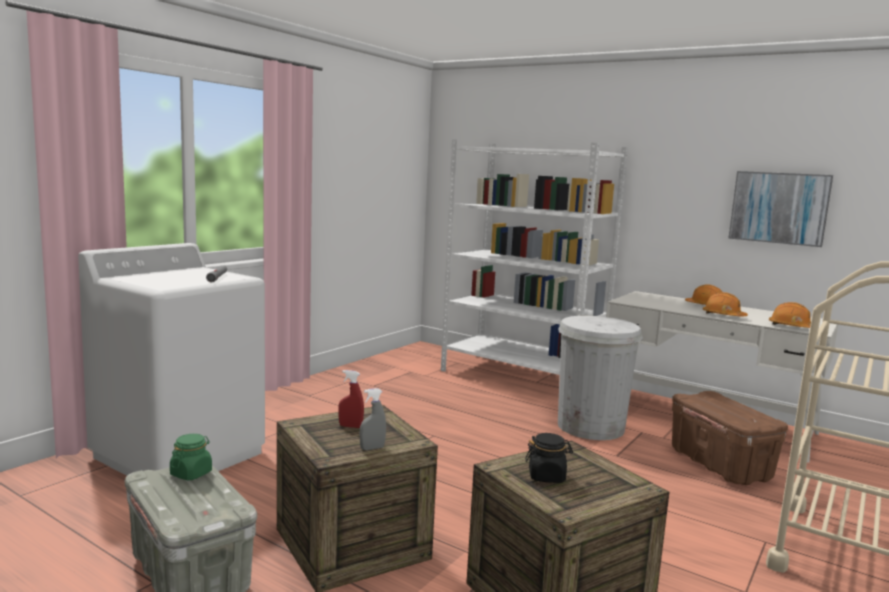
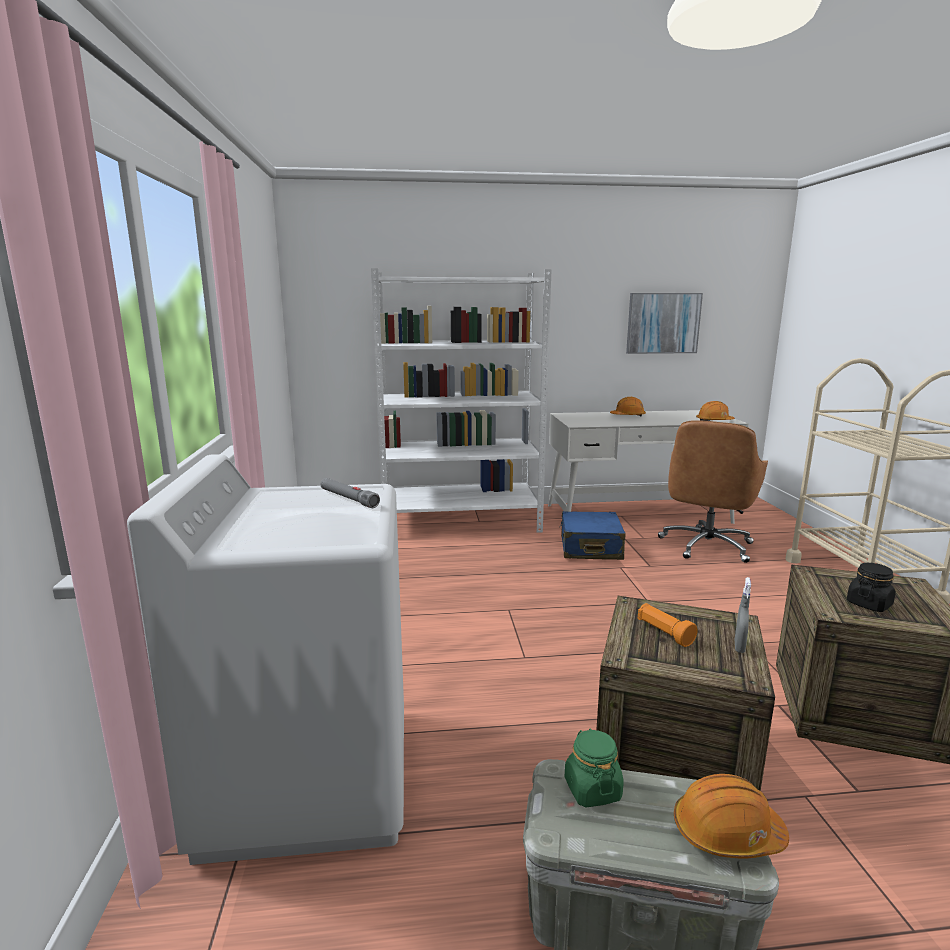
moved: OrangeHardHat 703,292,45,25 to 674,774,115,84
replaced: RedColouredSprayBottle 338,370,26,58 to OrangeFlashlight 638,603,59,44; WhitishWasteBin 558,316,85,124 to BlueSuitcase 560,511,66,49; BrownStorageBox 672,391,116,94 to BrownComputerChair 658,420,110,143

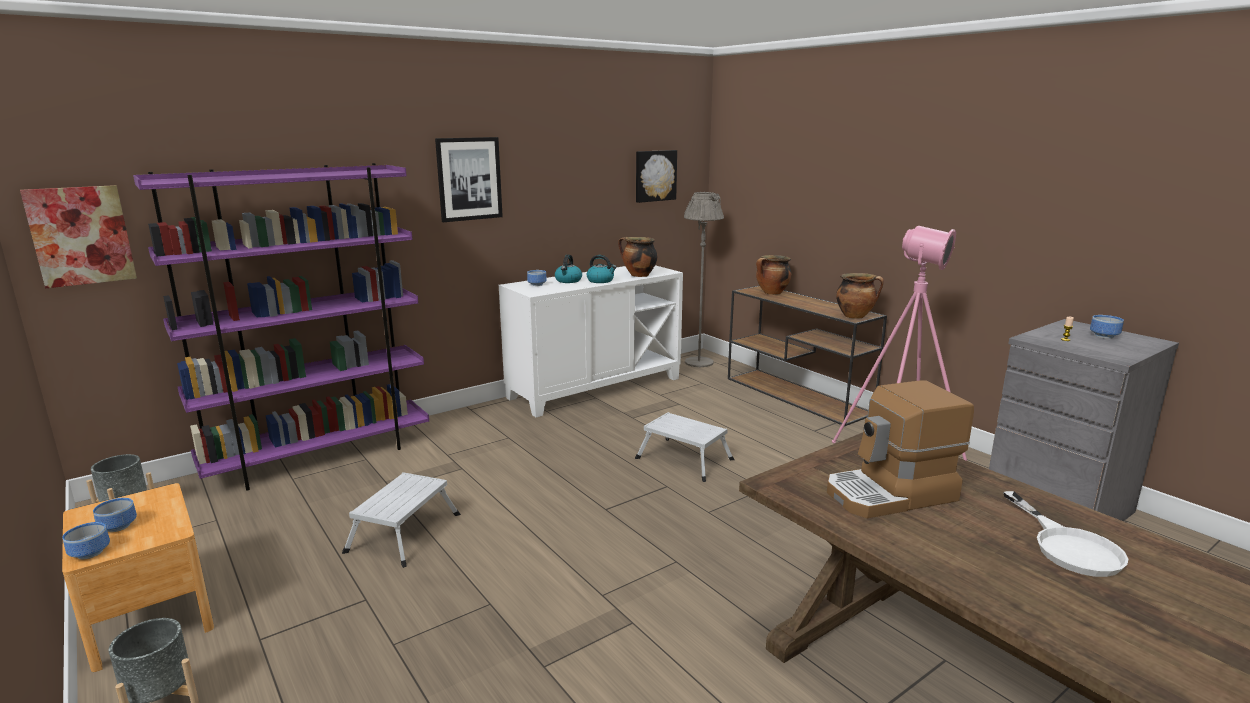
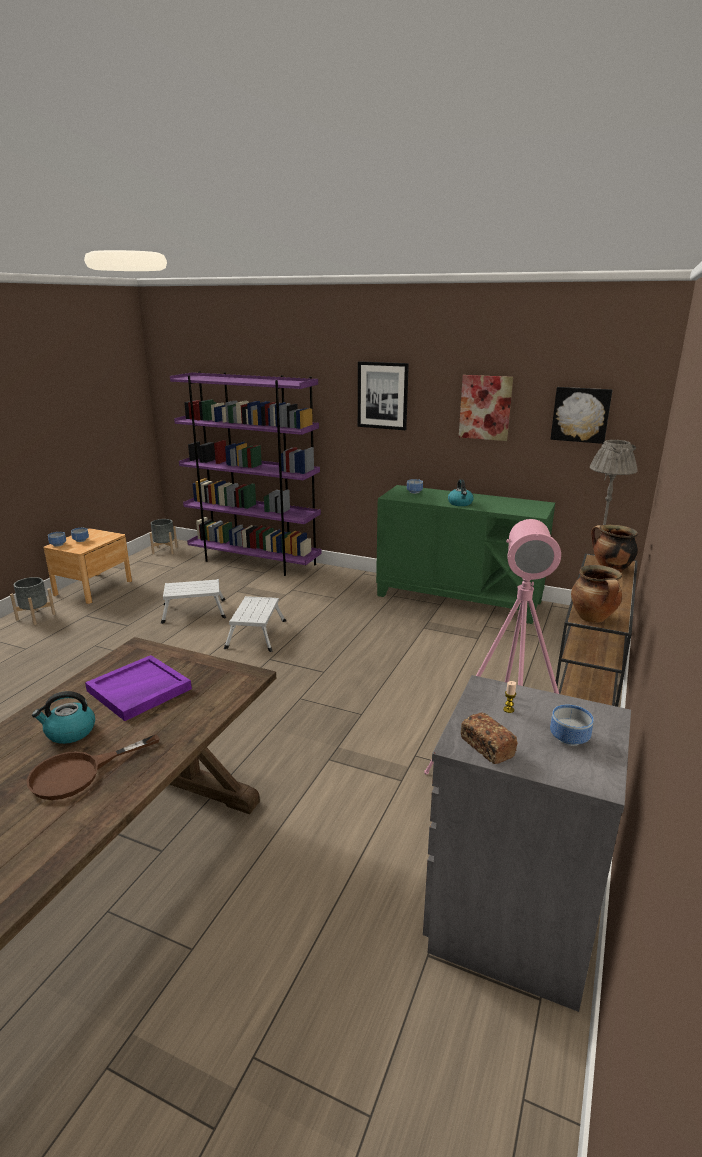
removed: Saucepot 618,237,39,40
added: BakeryBread 461,713,57,51
moved: WallArt 20,185,117,103 to 459,375,54,66; Kettle 555,255,27,28 to 32,691,63,53; WhitishStepStool 635,412,99,70 to 224,596,62,56
replaced: CoffeeBrewer 827,380,147,138 to PurplishTray 85,655,107,66
recoloured: WhitishStorageCabinet 499,265,184,153 to GreenishStorageCabinet 376,485,179,139; WhitishFryingPan 1003,491,125,86 to BrownFryingPan 27,734,132,66

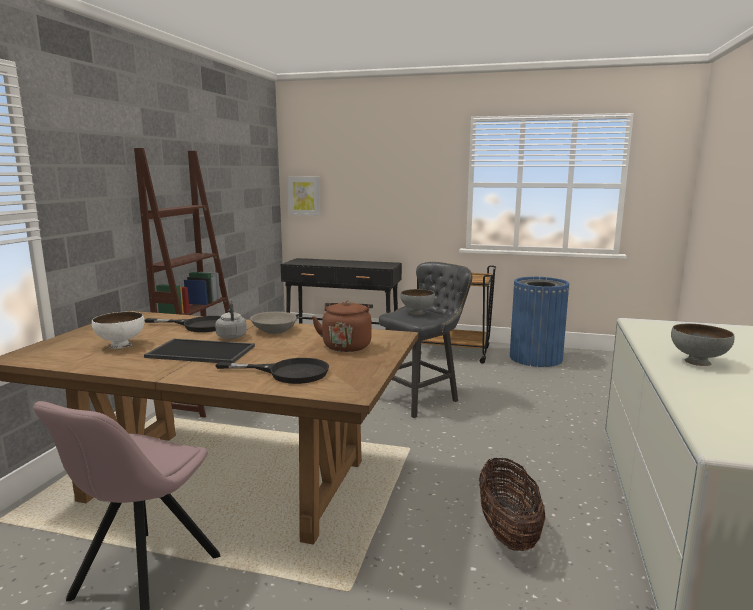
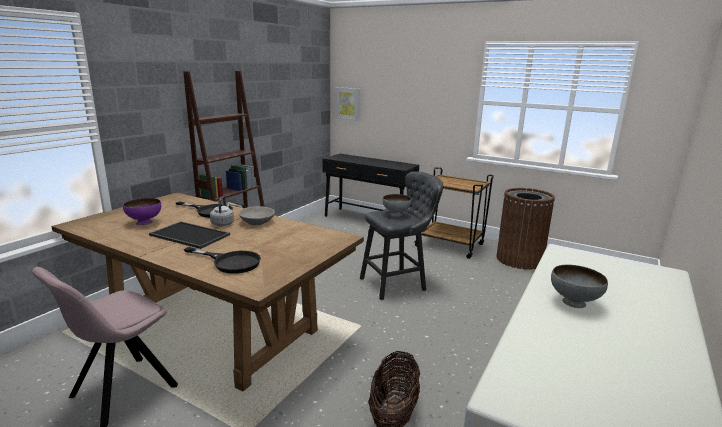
removed: BrownKettle 312,301,61,51
recoloured: WhitishDeepDish 92,312,53,37 to PurplishDeepDish 123,198,38,27; BlueWasteBin 510,277,60,90 to BrownWasteBin 496,188,59,82

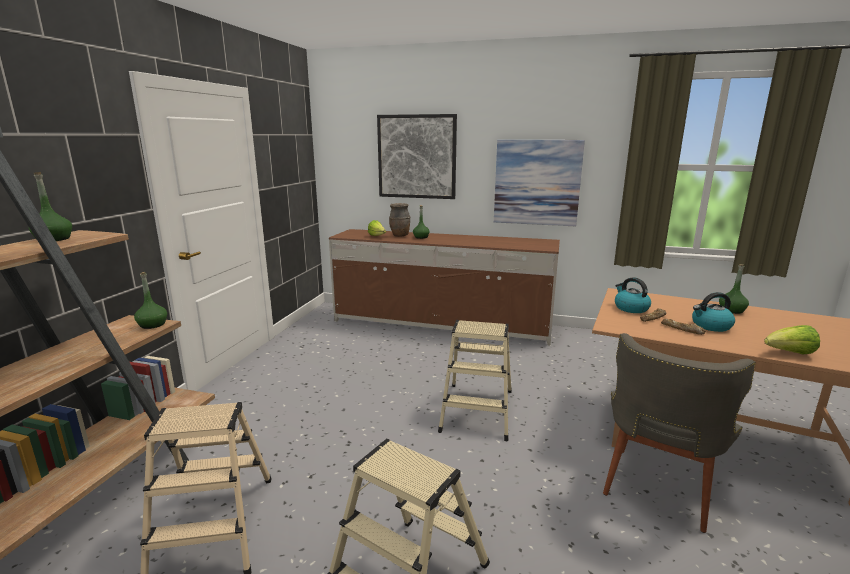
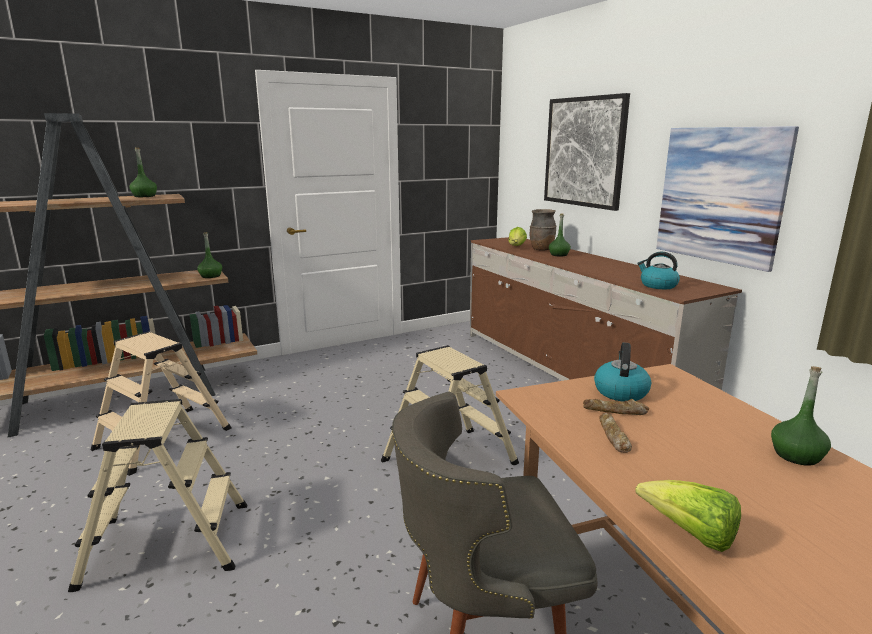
moved: Kettle 692,292,43,40 to 637,252,43,37

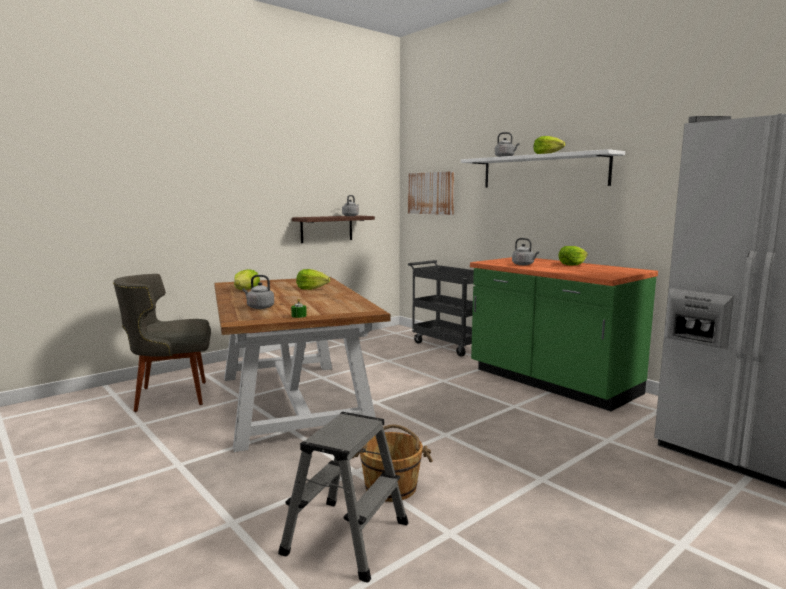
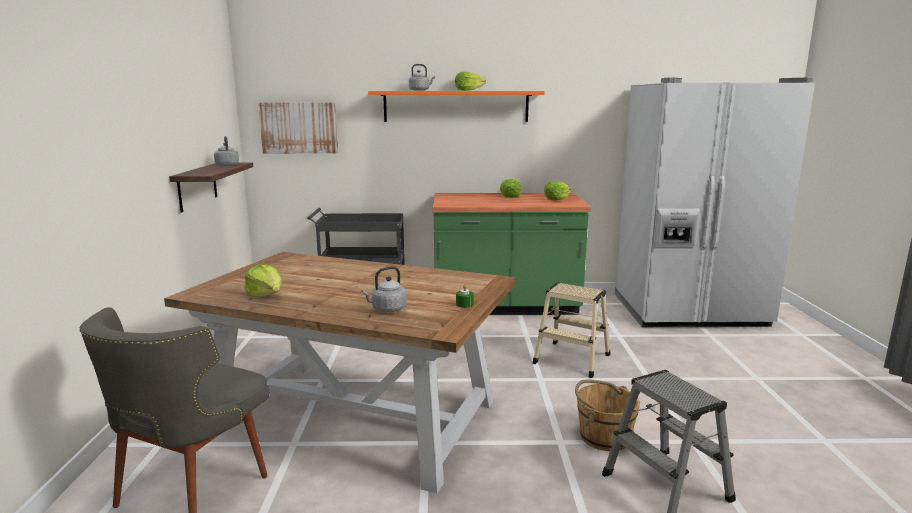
removed: GreyishKettle 512,238,27,27
added: SandColouredStepStool 532,282,79,96
moved: Lettuce 296,269,34,21 to 544,182,27,18
recoloured: WhitishWallShelf 461,149,164,39 to OrangeWallShelf 368,91,177,31

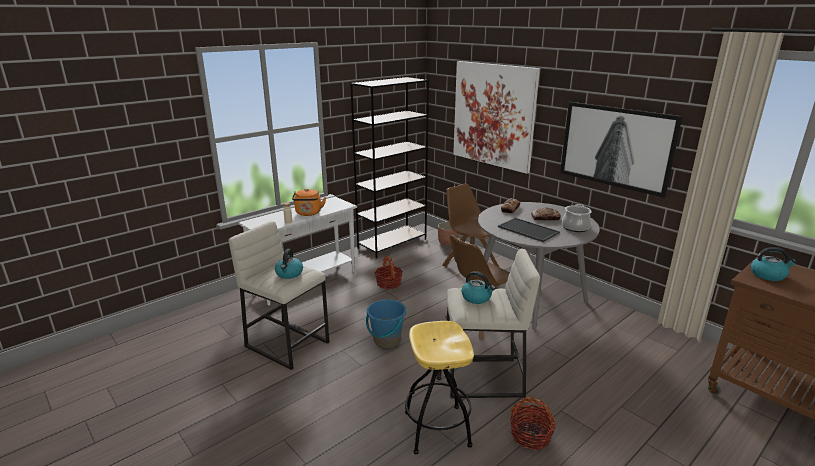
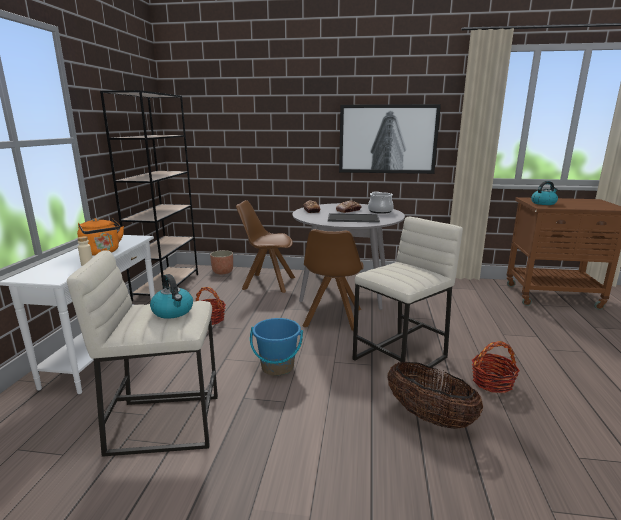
removed: WallArt 453,61,87,113; Kettle 462,271,33,33
replaced: YellowishStool 405,321,69,133 to HouseholdBasket 387,362,96,67

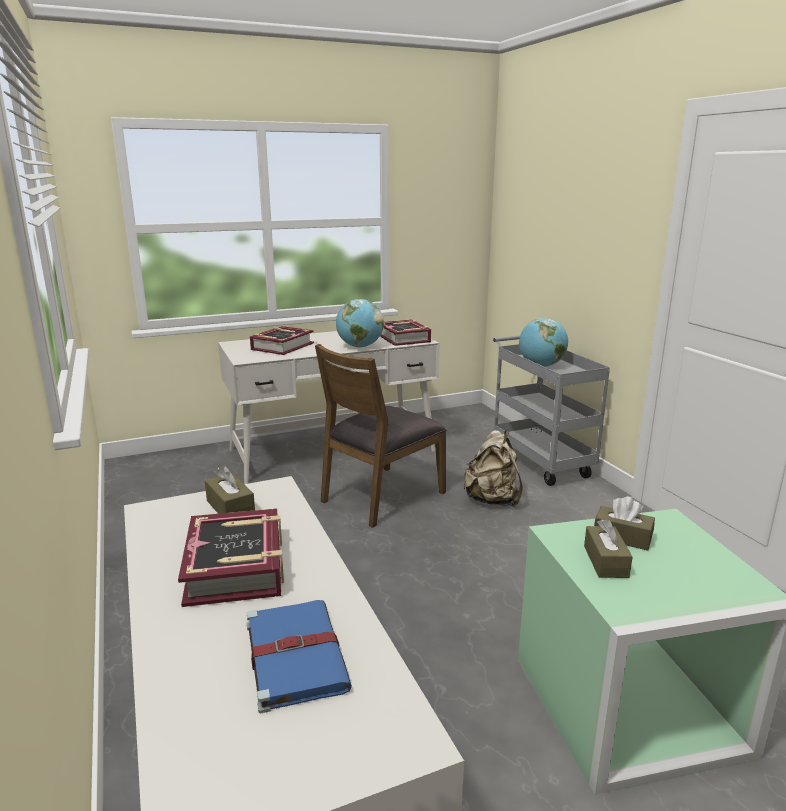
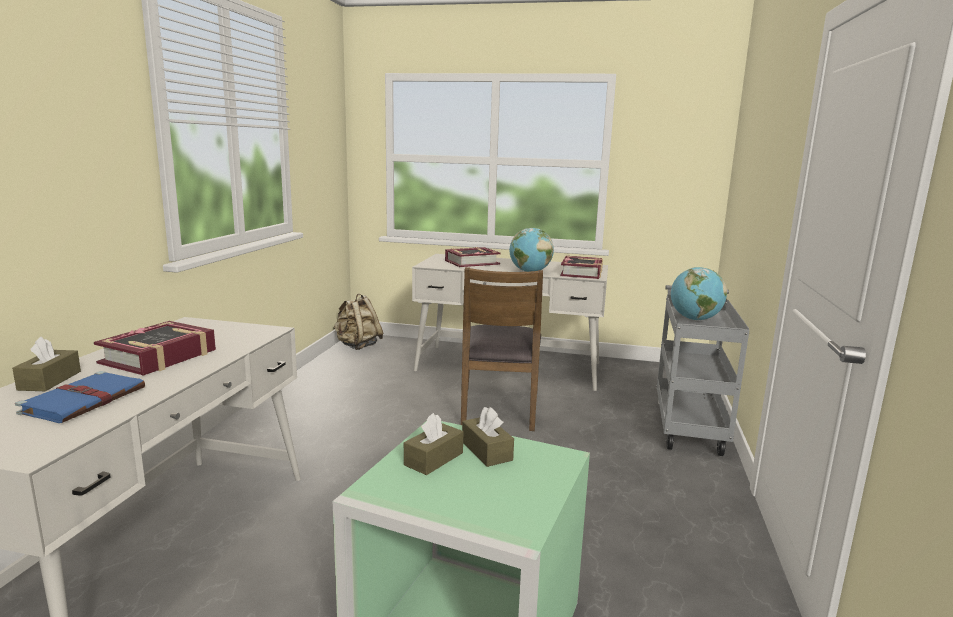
moved: BrownTissueBox 205,465,50,49 to 12,336,69,55; SandColouredRucksack 463,430,60,77 to 333,294,50,56
turned: BrownUprightChair 315,344,132,184 = 461,267,82,164 75 degrees counterclockwise

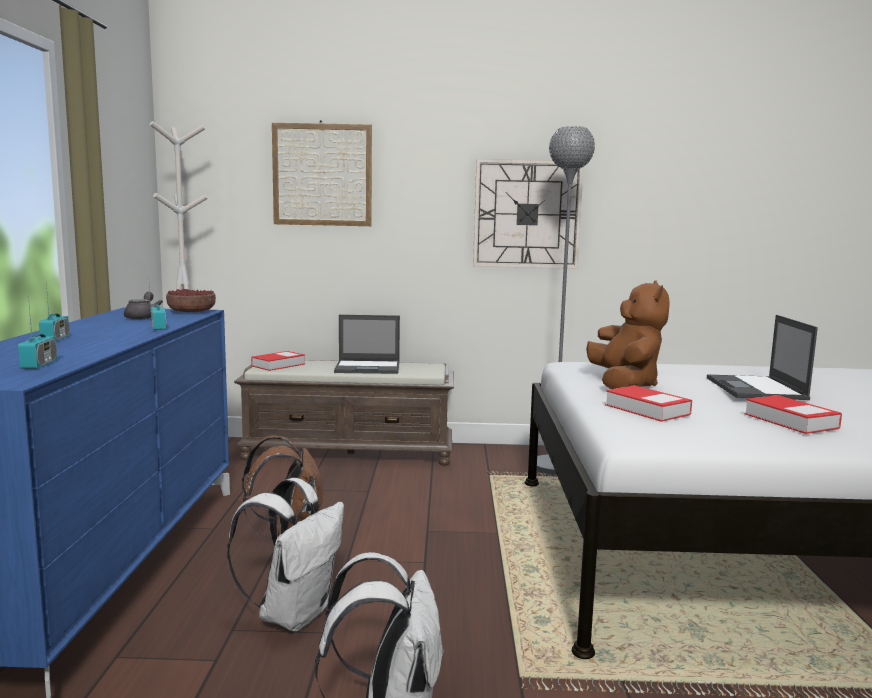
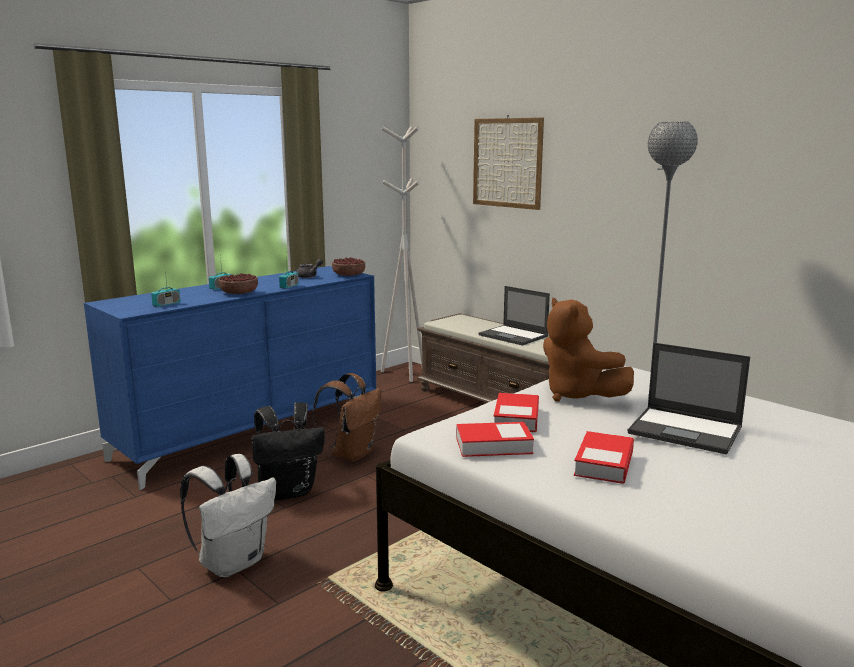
removed: WallClock 473,159,111,110
added: DeepDish 219,273,39,21
moved: Book 251,351,54,20 to 456,422,78,35
recoloured: WhitishRucksack 227,478,117,153 to BlackRucksack 252,402,73,99
turned: BrownPlushToy 586,280,84,109 = 543,298,91,104 105 degrees clockwise; PortableComputer 707,315,111,85 = 628,343,122,112 105 degrees counterclockwise

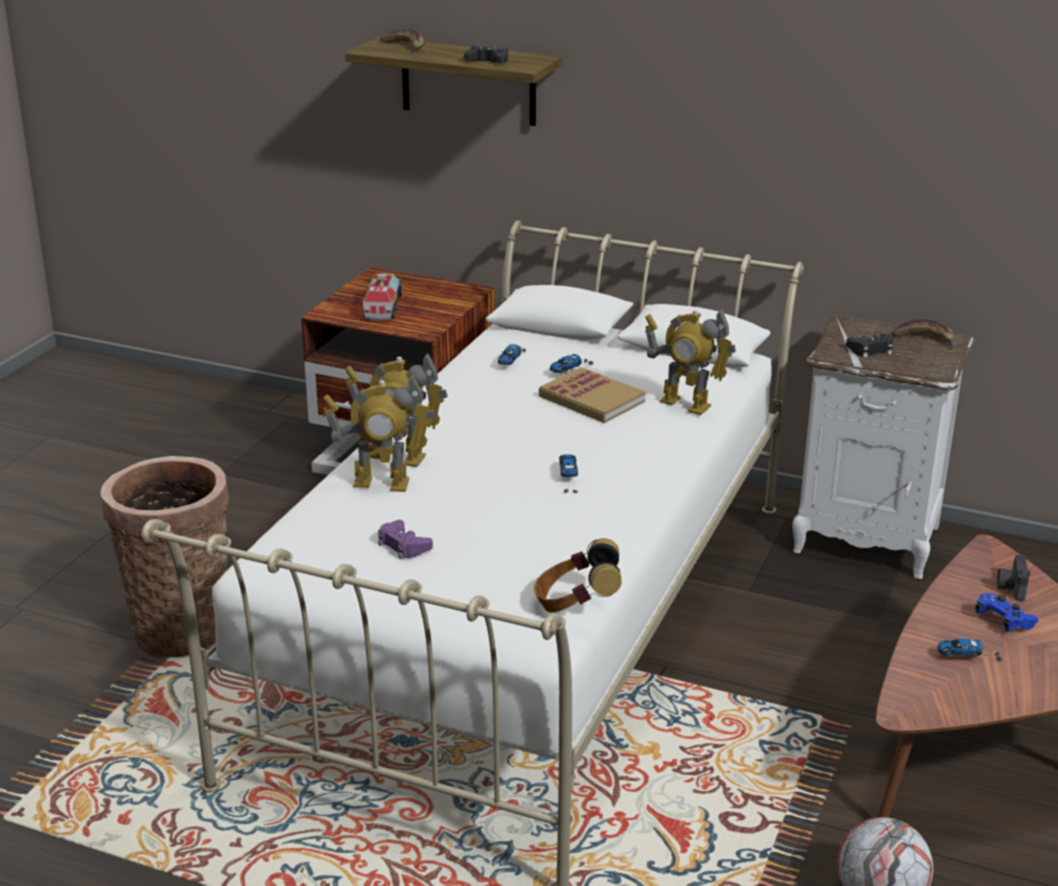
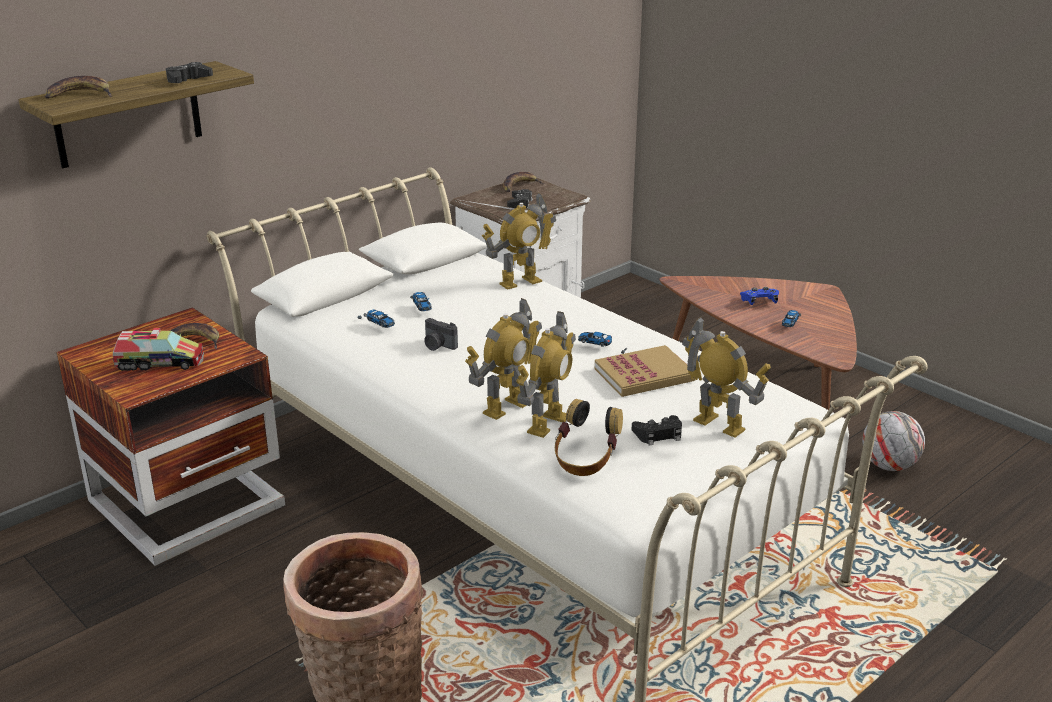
added: Banana 171,323,48,26; ModelRobot 682,316,89,122
moved: PairOfHeadphones 534,538,88,75 to 555,399,68,77; Book 539,367,107,56 to 595,345,100,52; StillCamera 997,554,34,47 to 424,318,34,33
recoloured: PurplishGameController 378,520,55,40 to BlackGameController 632,415,50,31
turned: ToyTruck 363,273,40,47 = 112,328,92,43 150 degrees clockwise

